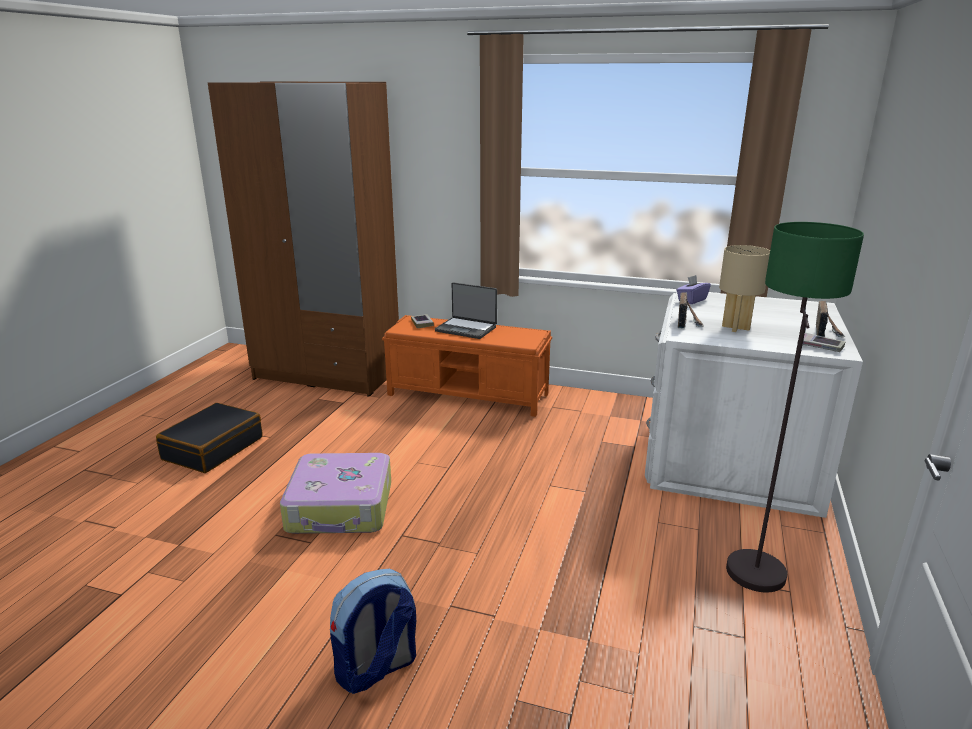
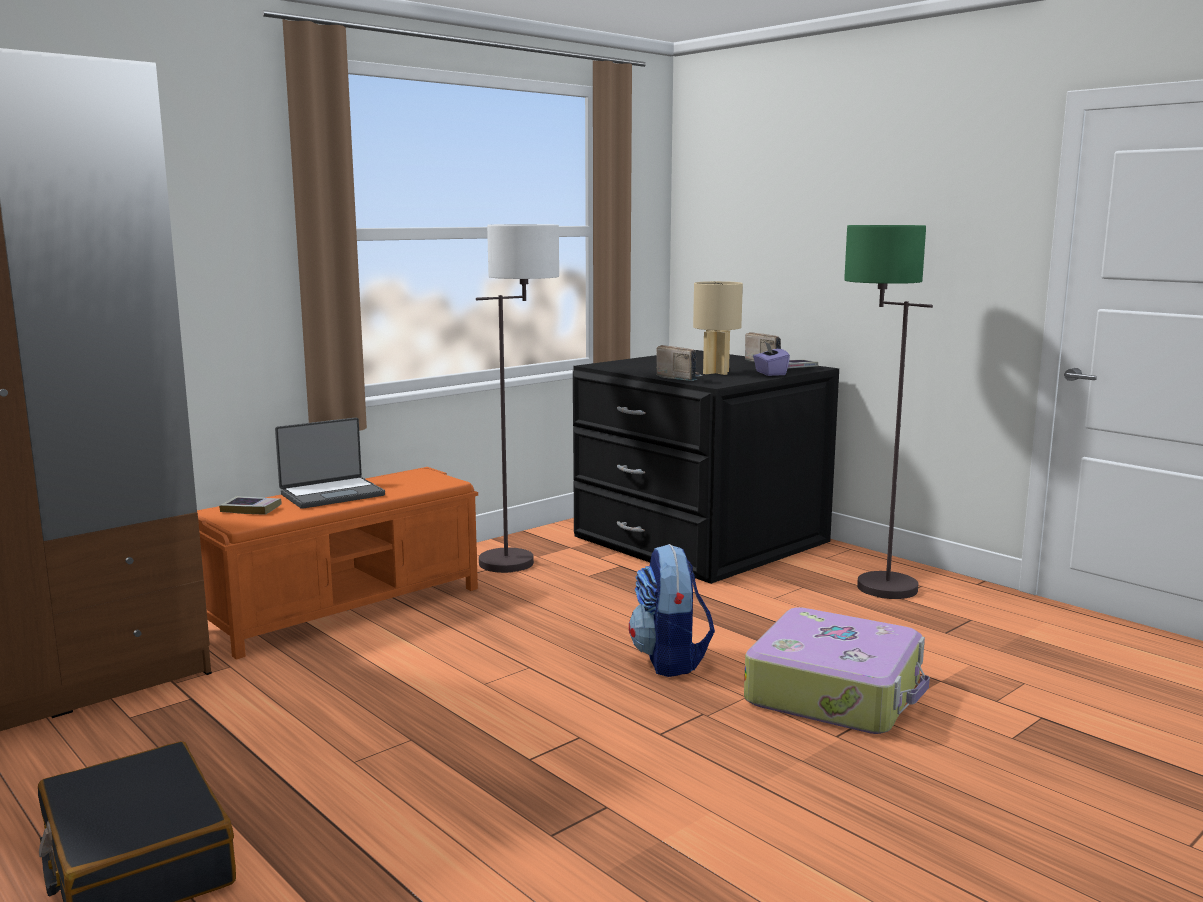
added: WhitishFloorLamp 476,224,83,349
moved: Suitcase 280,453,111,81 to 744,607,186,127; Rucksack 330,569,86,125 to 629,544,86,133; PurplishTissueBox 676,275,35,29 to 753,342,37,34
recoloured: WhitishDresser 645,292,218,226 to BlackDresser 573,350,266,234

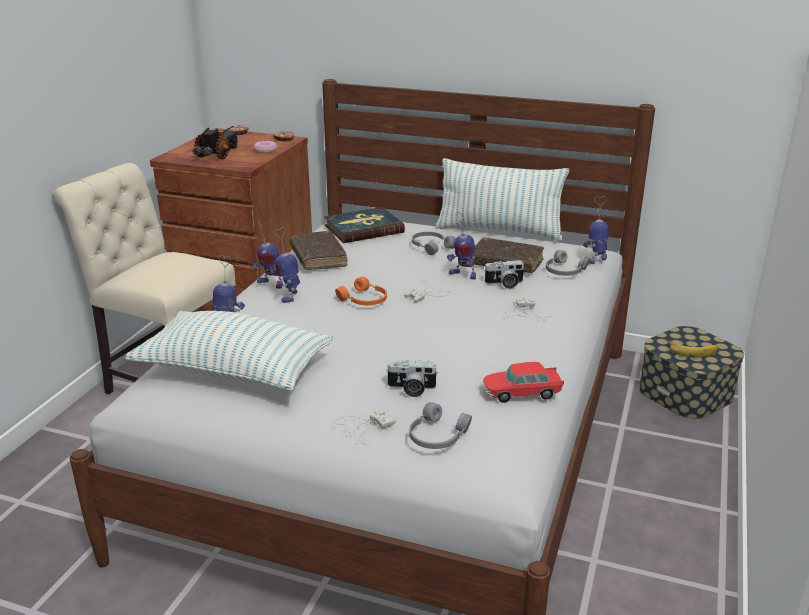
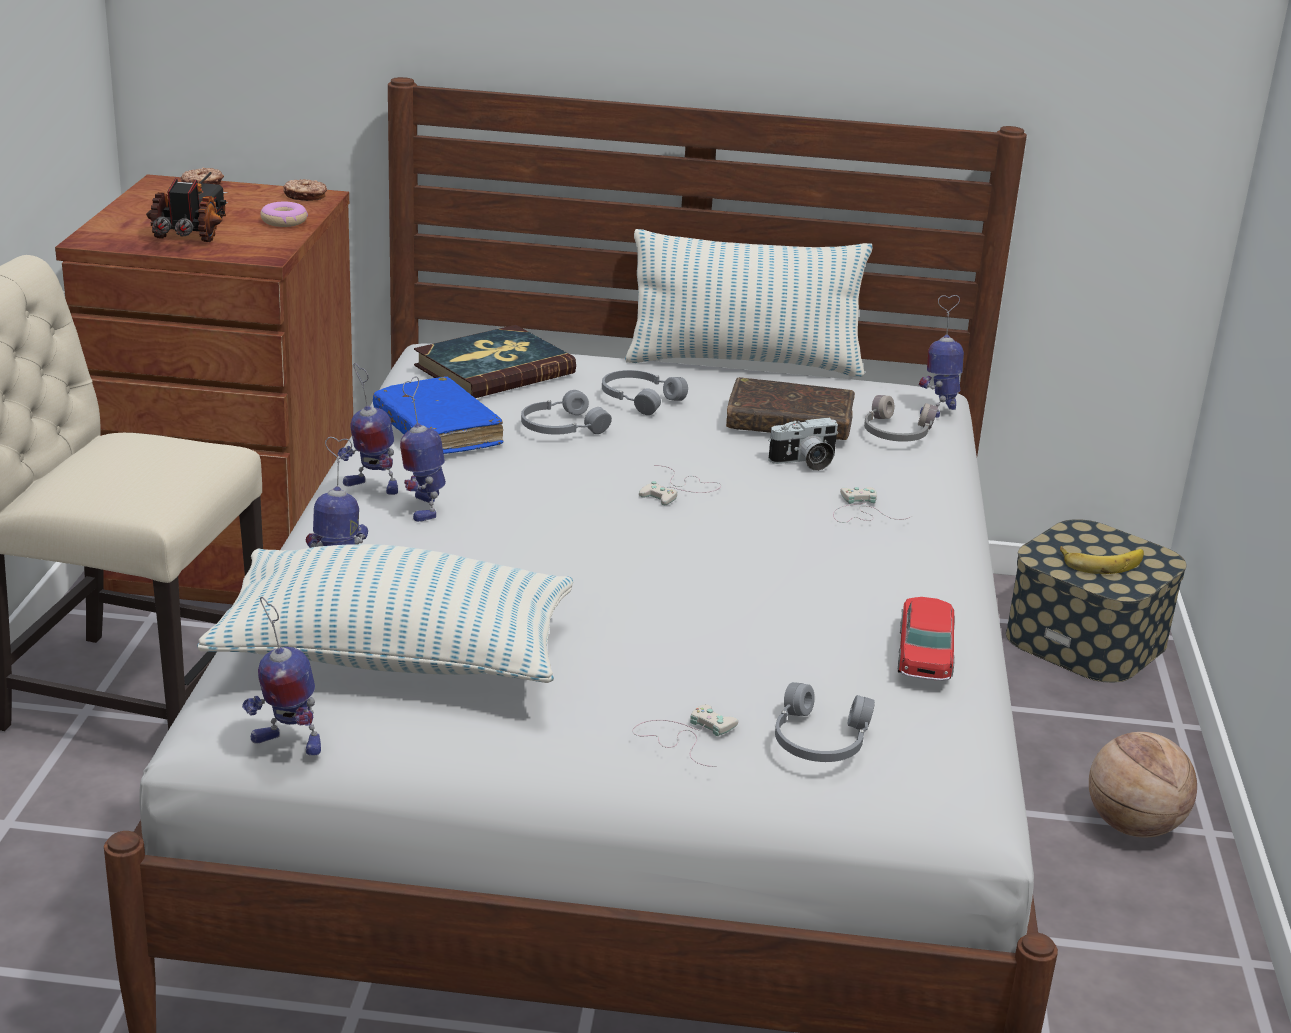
removed: OrangePairOfHeadphones 335,277,52,28; StillCamera 386,360,52,37
added: GreyishPairOfHeadphones 521,390,91,45; BasketballBall 1089,732,108,106
moved: ModelRobot 447,212,29,68 to 242,597,79,159
recoloured: BrownBook 290,231,58,39 to BlueBook 373,376,130,78
turned: MiniatureCar 483,362,81,41 = 897,597,58,84 120 degrees clockwise

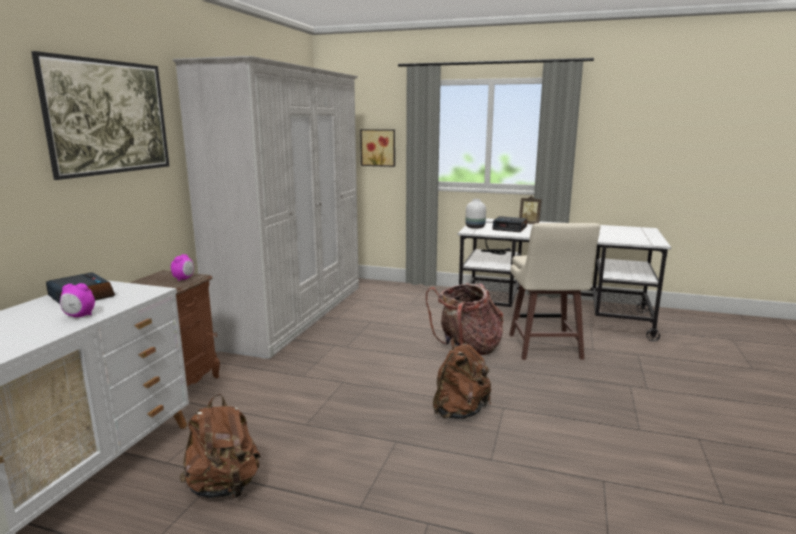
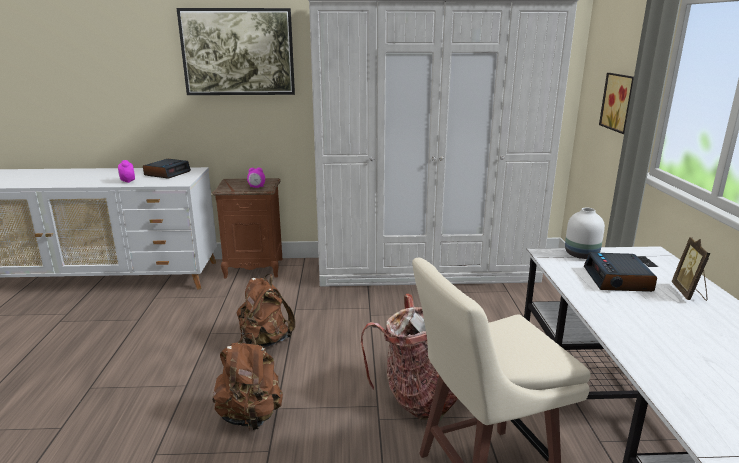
moved: BrownRucksack 179,394,82,105 to 237,274,58,73

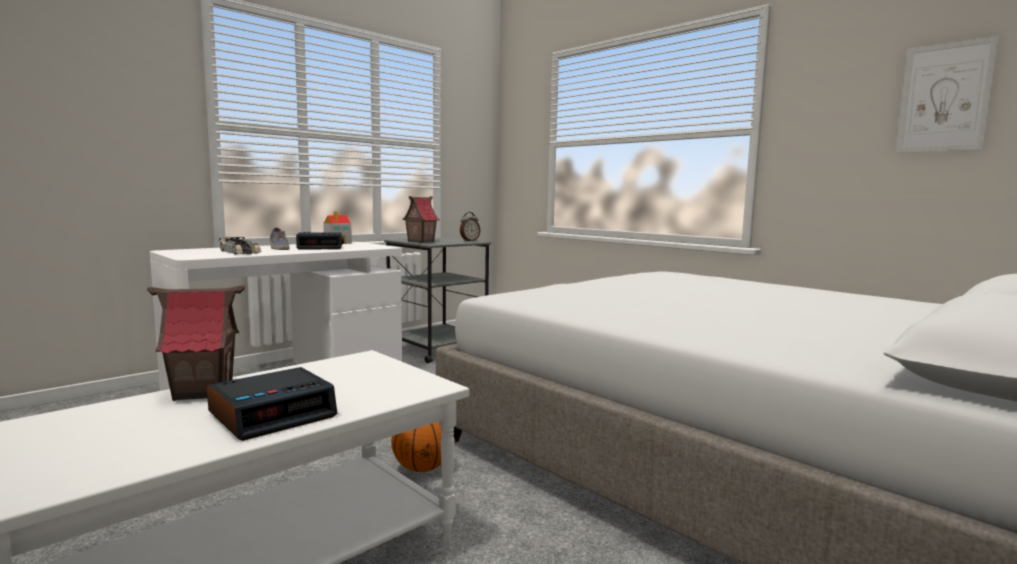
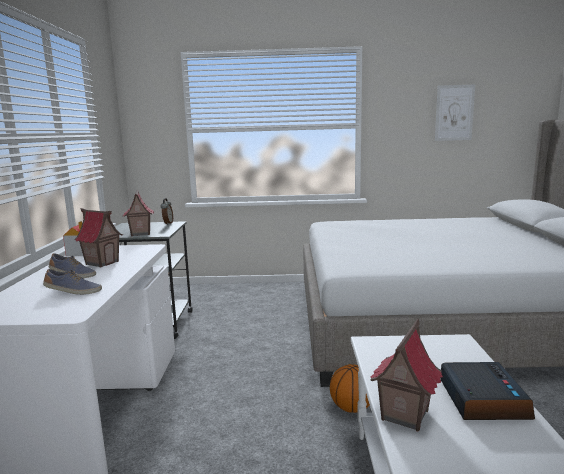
replaced: MiniatureCar 219,237,42,18 to ItemOfFootwear 43,269,59,26; TableClock 296,232,48,18 to MiniatureHouse 74,208,49,60

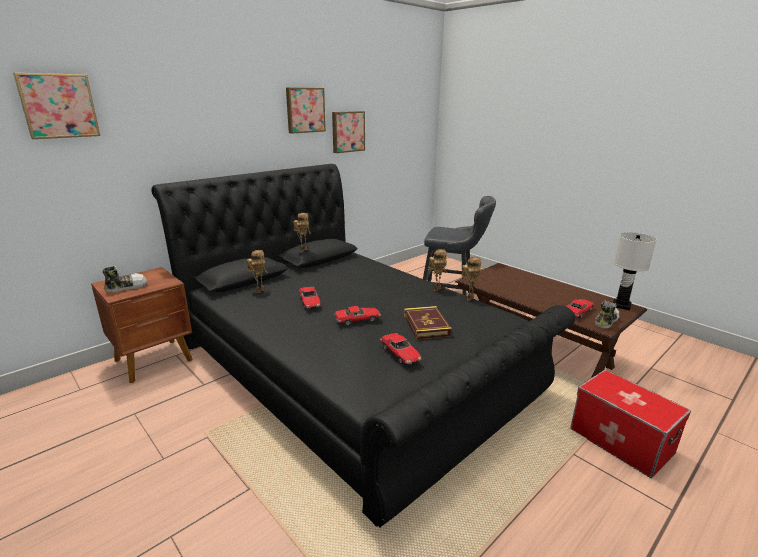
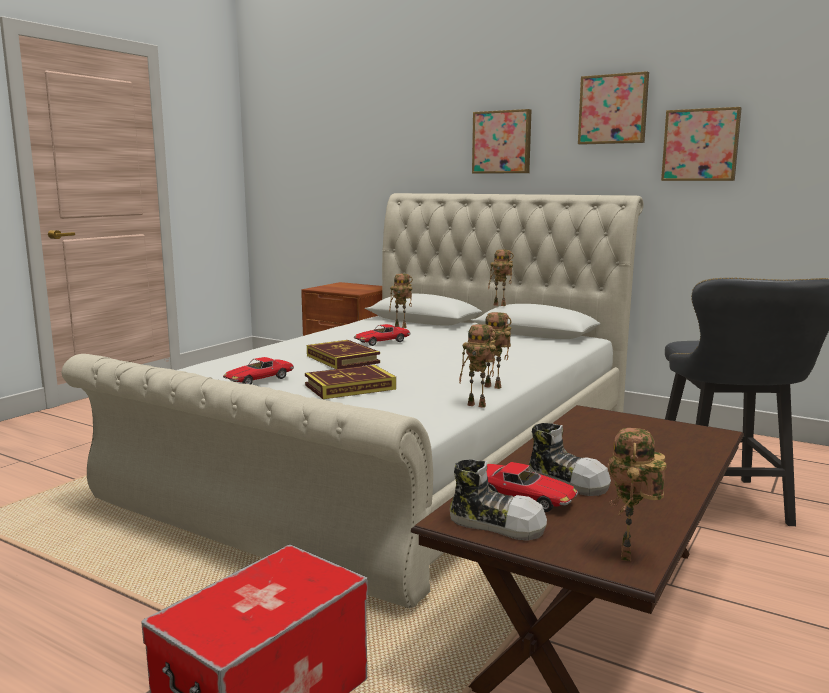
moved: WallArt 13,73,87,66 to 472,109,59,65; ItemOfFootwear 103,266,44,27 to 528,423,83,73
replaced: MiniatureCar 334,306,47,20 to Book 307,340,73,29; WhitishTableLamp 613,232,43,78 to ModelRobot 608,428,58,133
recoloured: BlackSleepingBed 151,164,425,364 to SandColouredSleepingBed 61,193,583,416

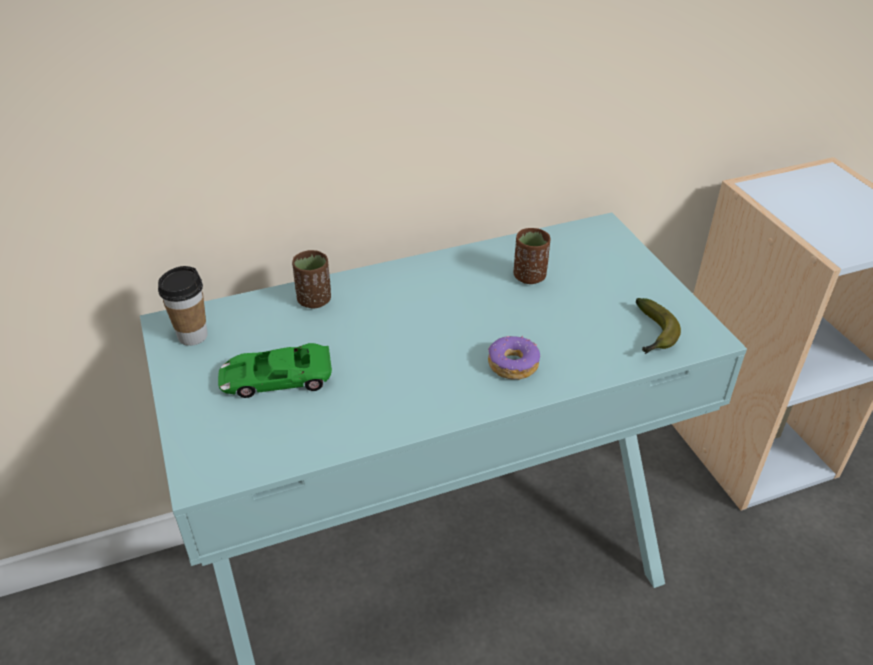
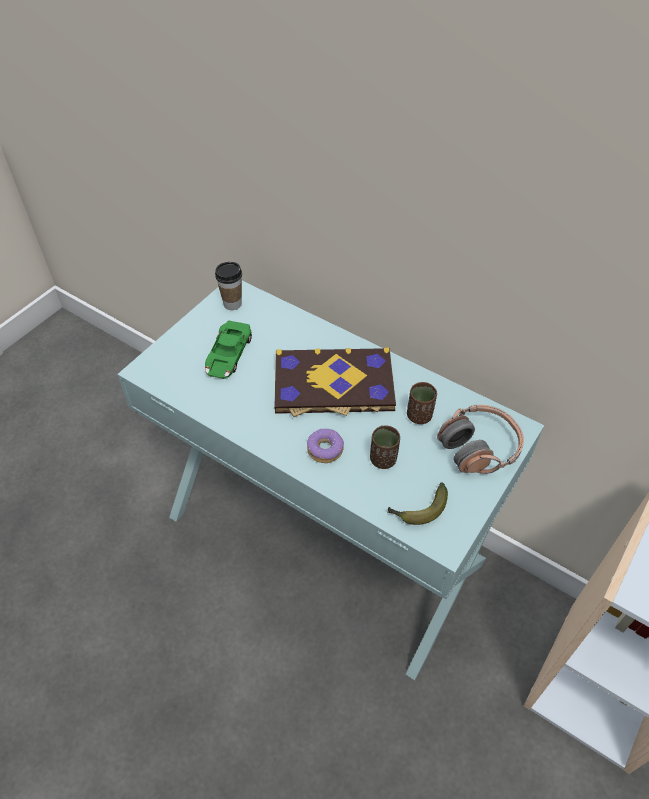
added: Book 275,348,121,69; PairOfHeadphones 437,405,87,69
moved: BrownCup 292,250,39,58 to 370,425,30,44
turned: GreenishMiniatureCar 218,343,114,55 = 205,320,47,59 120 degrees counterclockwise

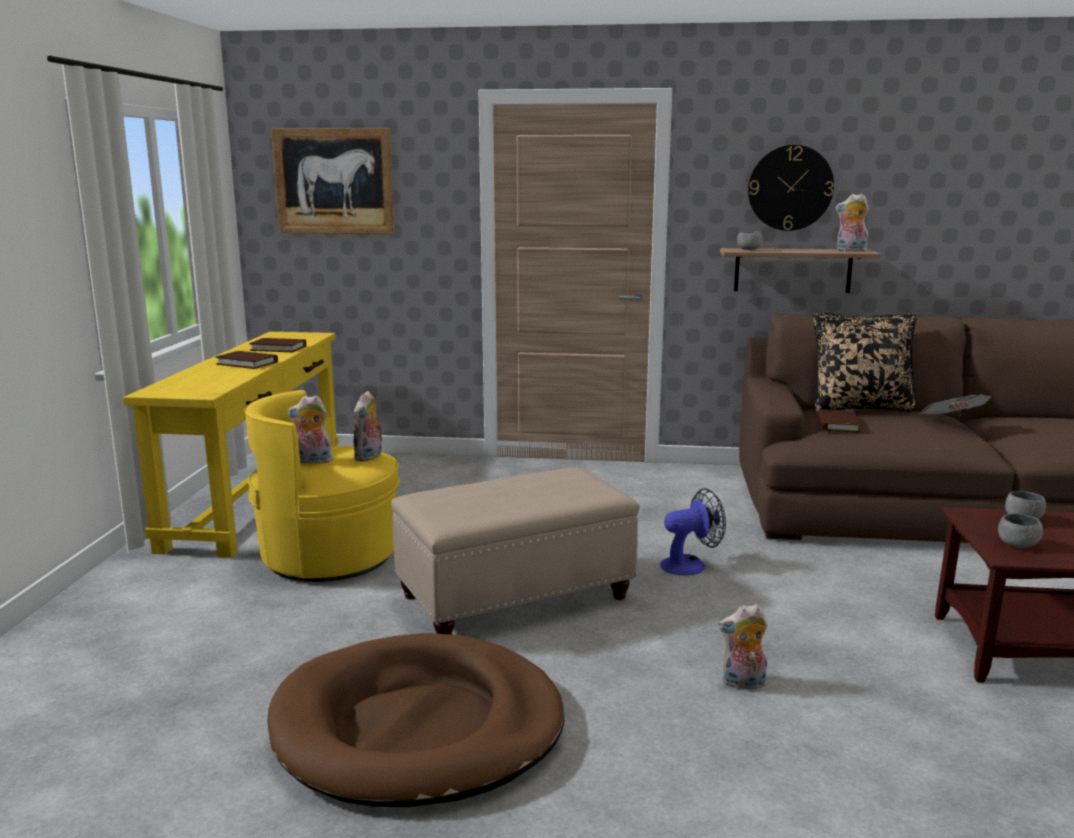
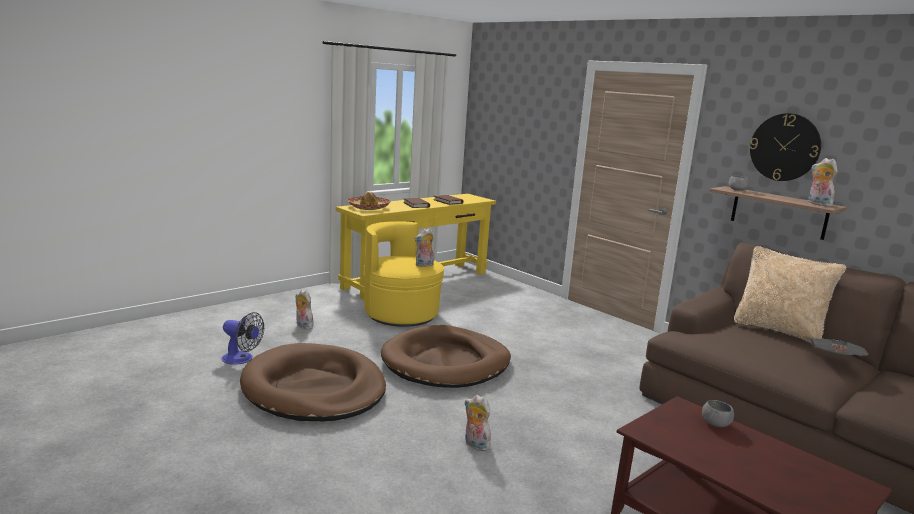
removed: WallArt 271,128,124,106; BrownBook 818,409,43,24; GreyishDeepDish 998,514,45,34
added: Hat 348,191,43,19
moved: PlushToy 287,395,47,69 to 295,289,19,40; Fan 660,488,66,87 to 221,312,43,53
replaced: SandColouredFootrest 391,467,249,168 to BrownDogCushion 381,325,130,63
recoloured: BlackThrowPillow 813,312,104,100 to SandColouredThrowPillow 734,246,113,97

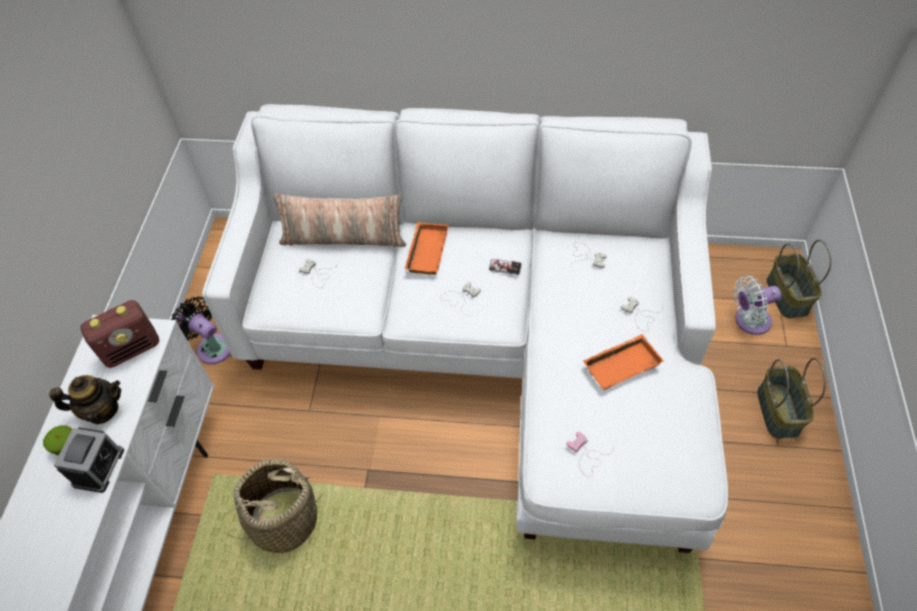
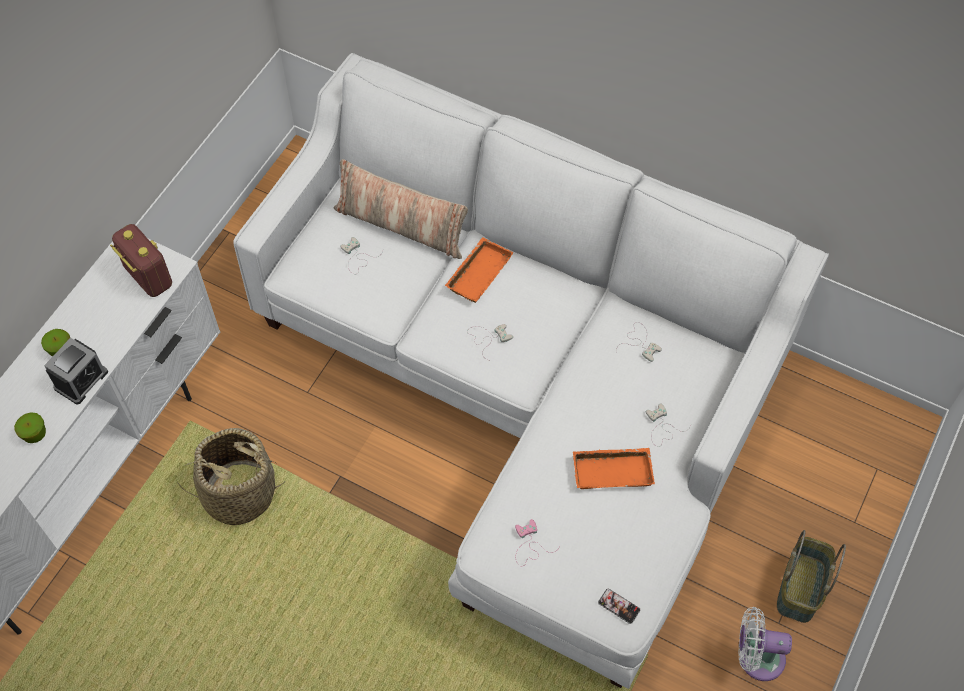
removed: Teapot 49,375,72,49; BlackFan 171,296,60,68; HouseholdBasket 767,240,65,78
added: WholeApple 14,413,32,30
moved: Phone 489,259,33,16 to 598,589,42,35; WhitishFan 734,275,48,60 to 739,607,53,74
turned: RadioReceiver 80,300,79,68 = 110,224,62,73 120 degrees counterclockwise

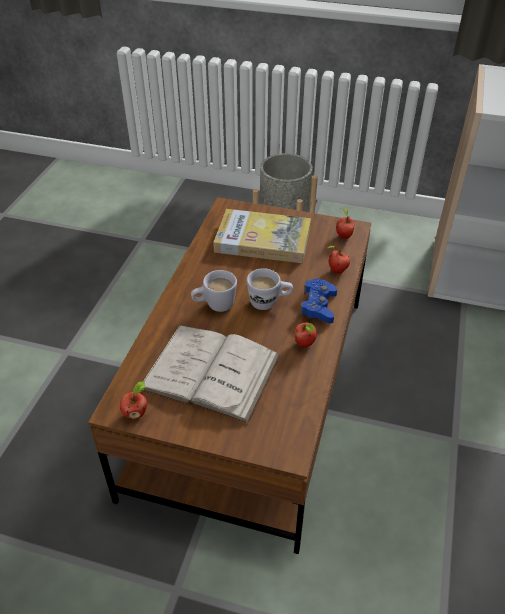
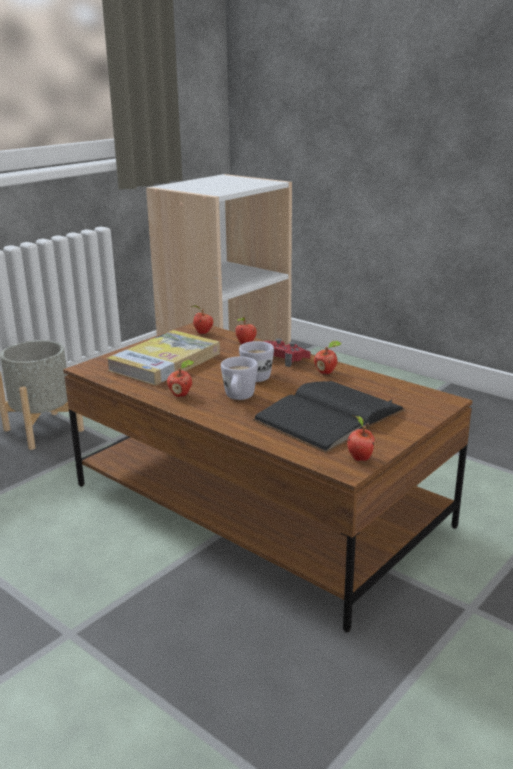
added: WholeApple 167,360,27,37
recoloured: WhitishBook 142,326,139,98 to BlackBook 252,381,154,72; BlueGameController 300,279,37,44 to RedColouredGameController 263,339,48,28

